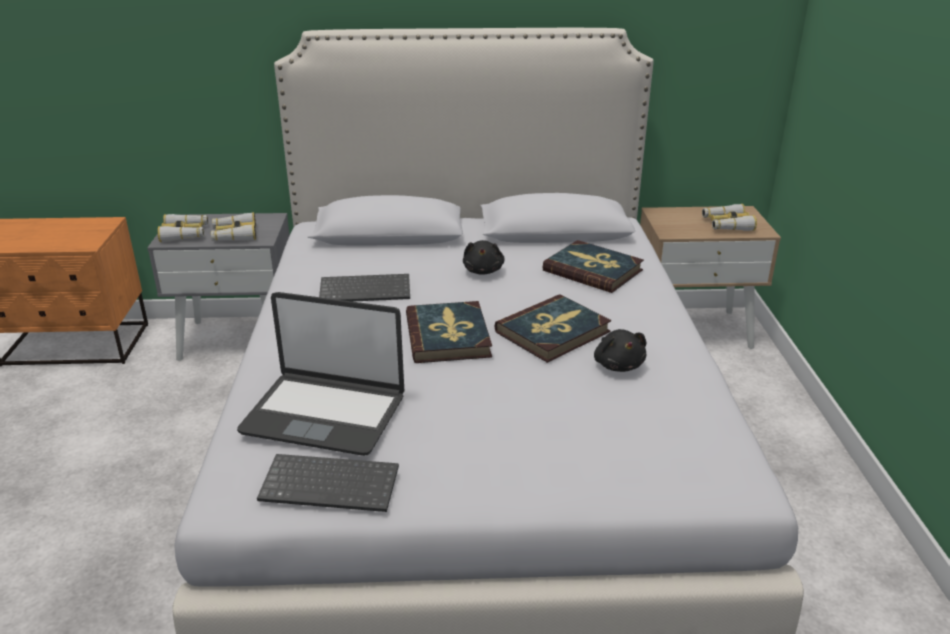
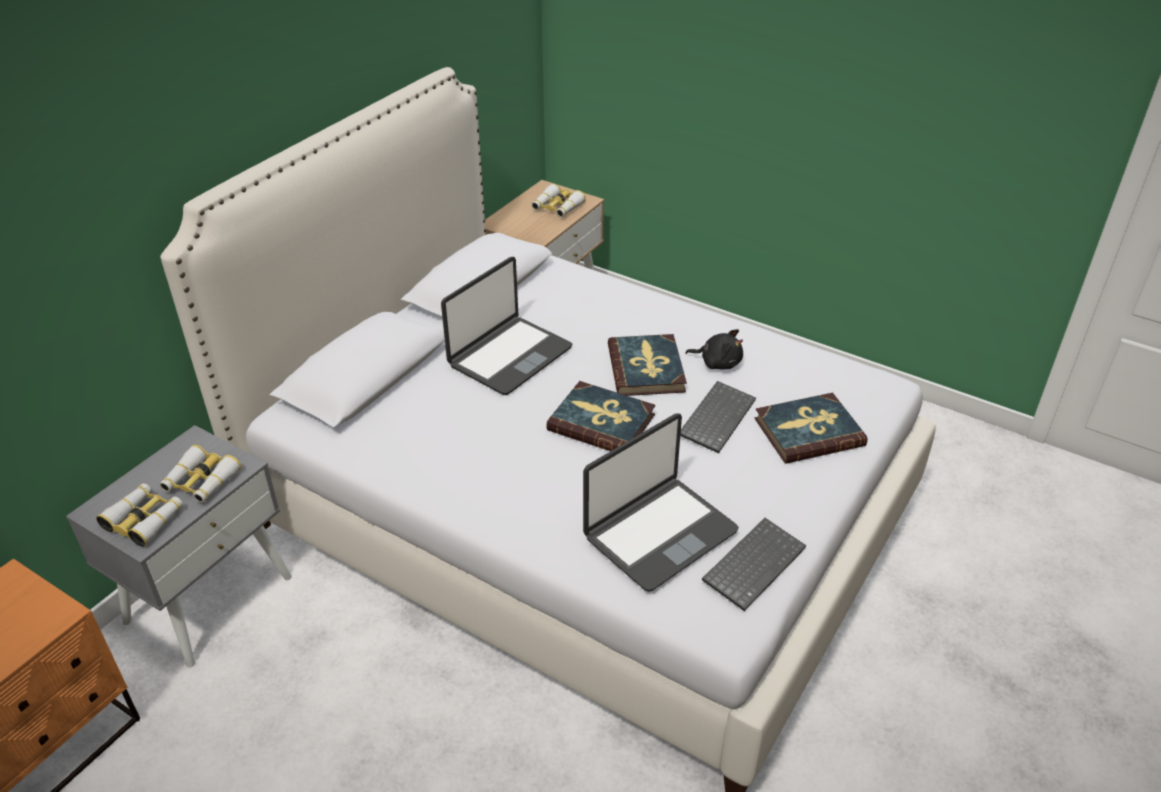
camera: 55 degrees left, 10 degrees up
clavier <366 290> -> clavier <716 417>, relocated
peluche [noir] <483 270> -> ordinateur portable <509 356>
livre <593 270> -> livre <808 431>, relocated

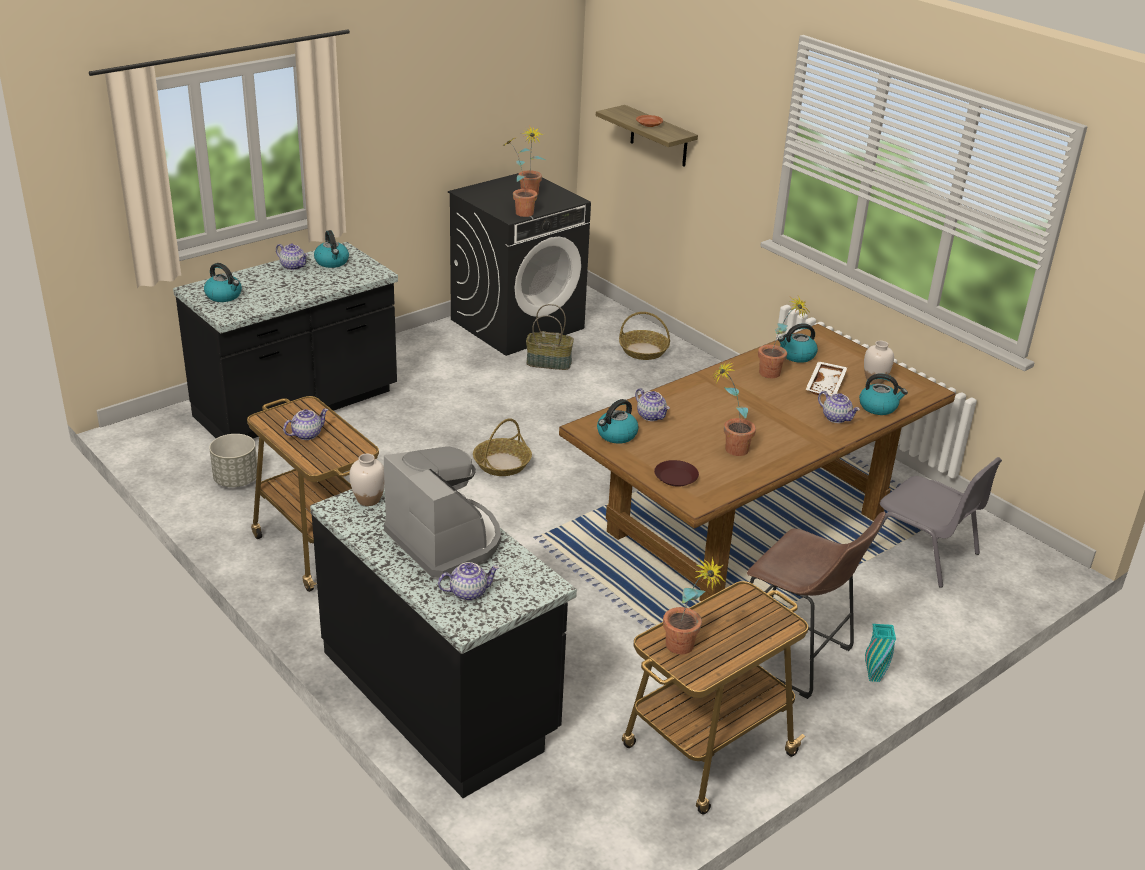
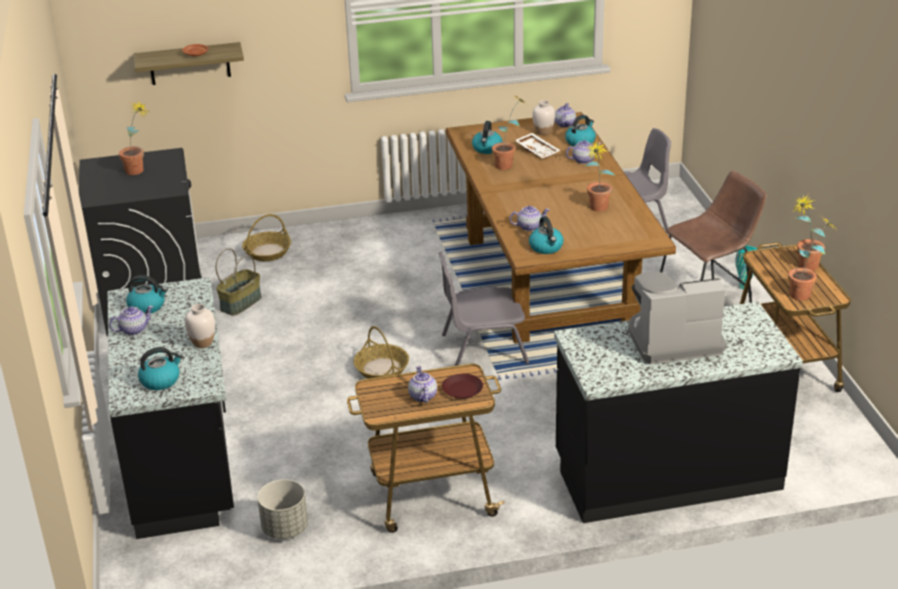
camera: 60 degrees left, 0 degrees up
vase [blanc] <368 500> -> vase [blanc] <202 343>, relocated
théière <468 592> -> théière <564 124>, relocated
plante en pot <519 212> -> plante en pot <803 267>, relocated
assiette [marron] <676 477> -> assiette [marron] <462 389>, relocated
none -> chaise [gris] <482 348>

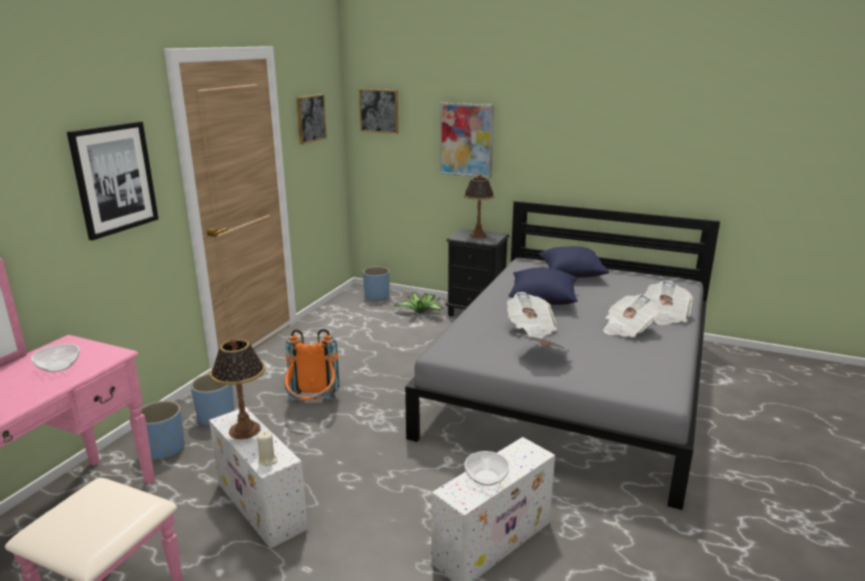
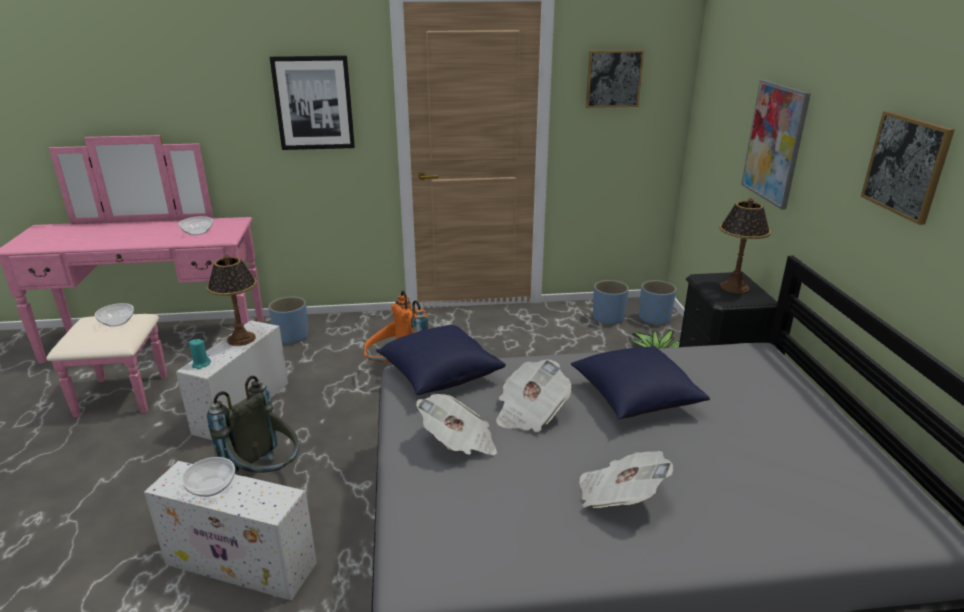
camera: 60 degrees right, 5 degrees up
cache-pot [bleu] <216 417> -> cache-pot [bleu] <608 318>, relocated
bougie [beige] <267 460> -> bougie [turquoise] <201 364>
tableau <379 111> -> tableau <906 166>, relocated
coussin [bleu] <571 274> -> coussin [bleu] <439 375>, relocated
journal <665 315> -> none
none -> bol <116 322>
none -> sac à dos [gris] <266 477>

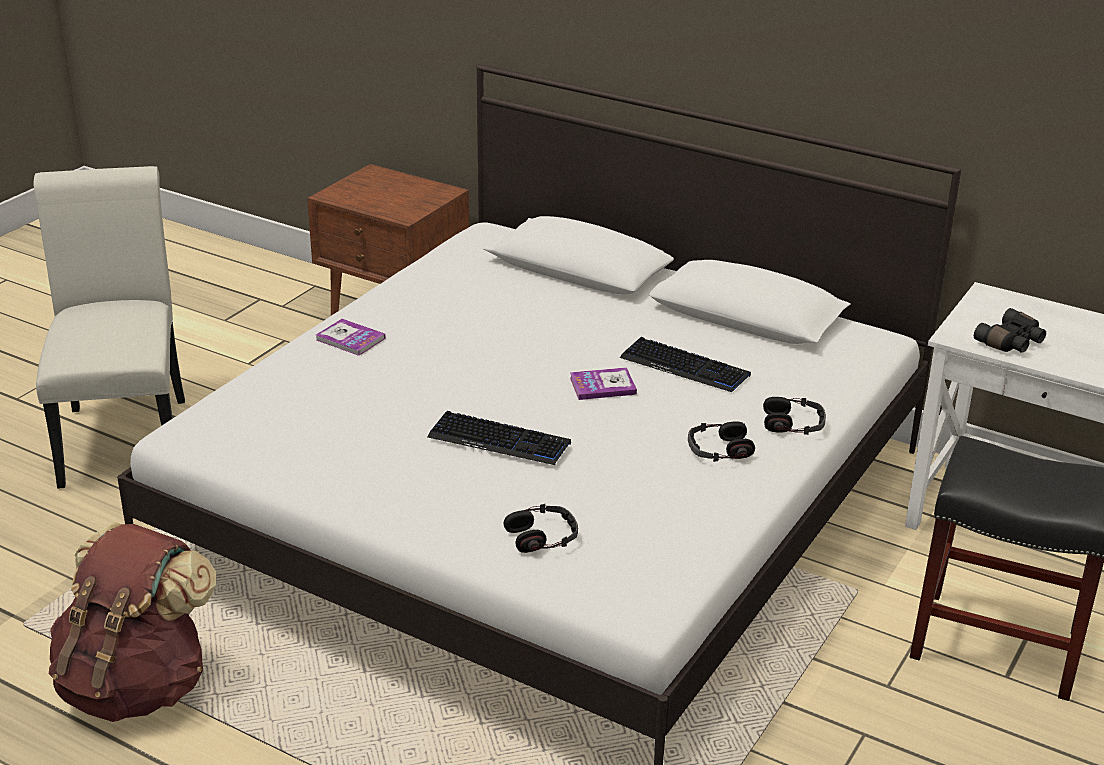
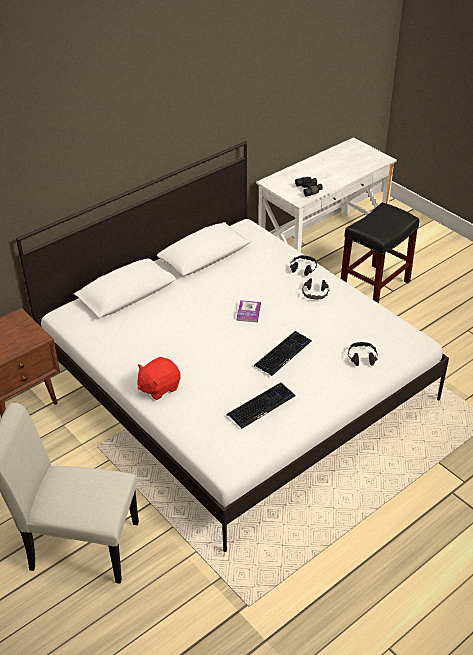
camera: 70 degrees left, 10 degrees up
sac à dos [marron] <137 685> -> none
livre <350 339> -> peluche [rouge] <159 387>
clavier <685 367> -> clavier <261 406>, relocated

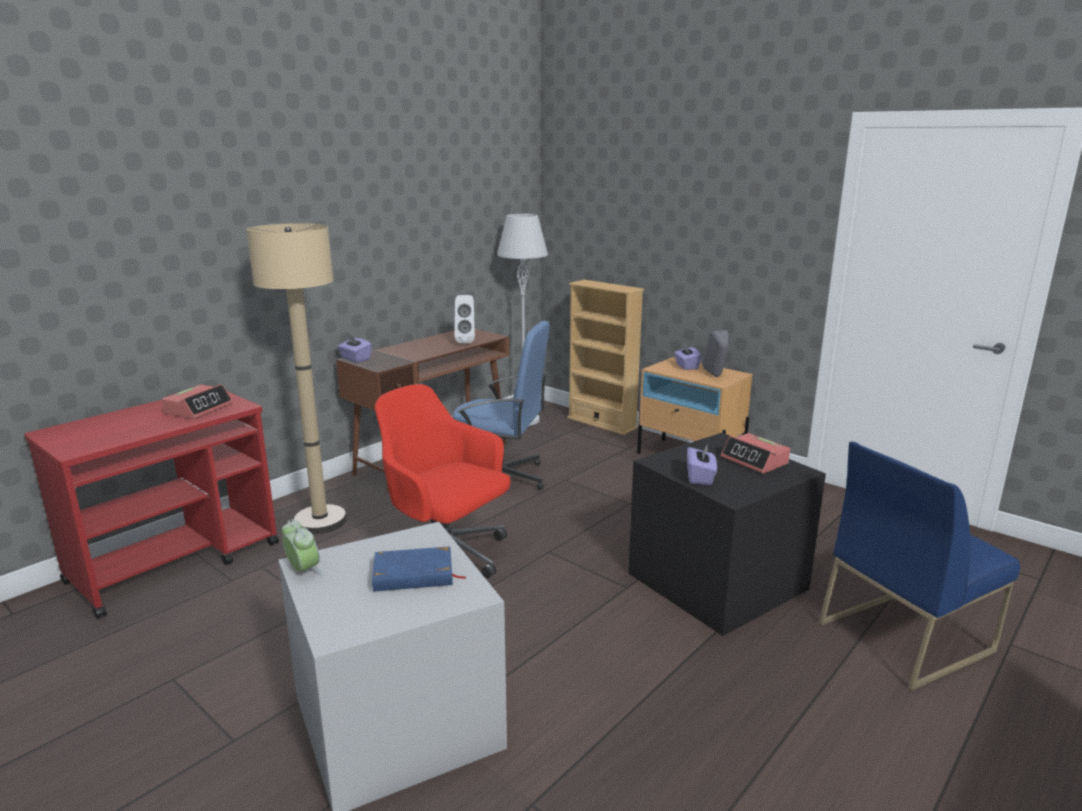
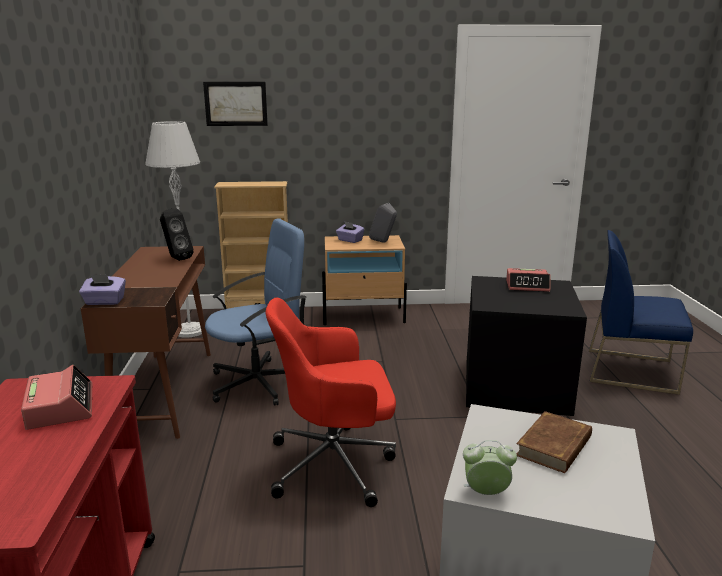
camera: 45 degrees left, 0 degrees up
lampadaire [beige] <320 521> -> none
livre [bleu] <414 575> -> livre [marron] <554 446>
enceinte [blanc] <466 341> -> enceinte [noir] <176 258>
boîte à mouchoirs [violet] <700 477> -> none
chaise [bleu] <904 636> -> chaise [bleu] <631 371>, 90 degrees clockwise
none -> tableau <236 103>

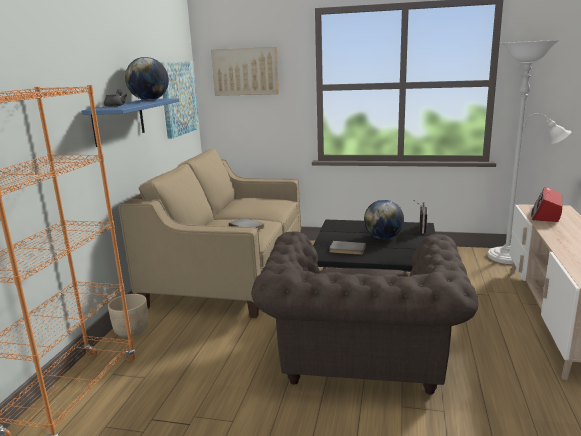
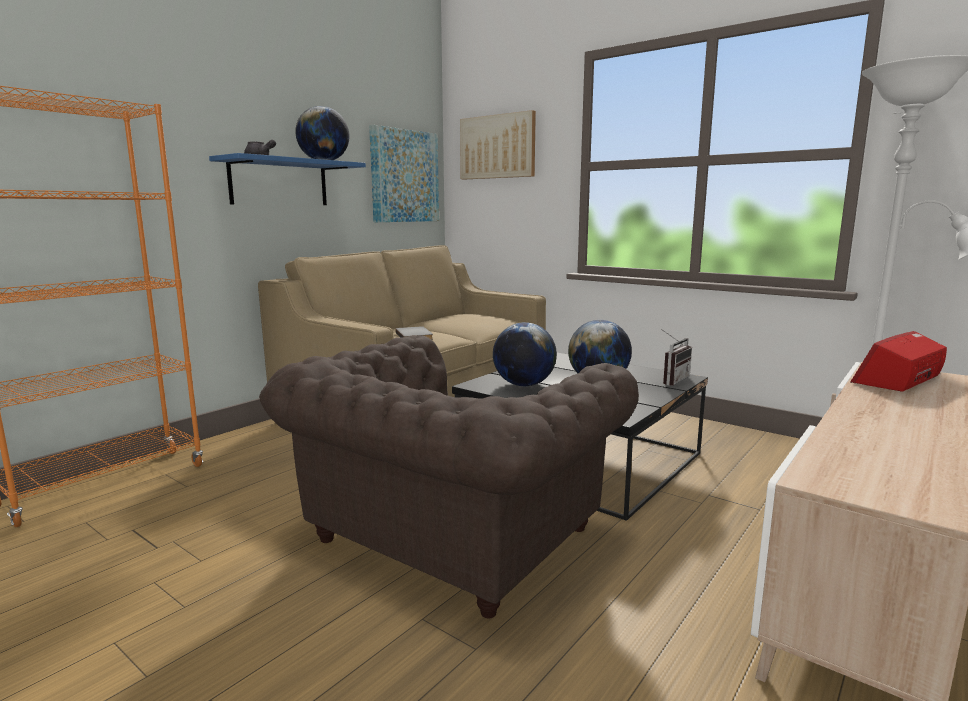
camera: 25 degrees right, 5 degrees down
cache-pot [beige] <131 330> -> none
livre [gris] <347 249> -> globe <524 385>

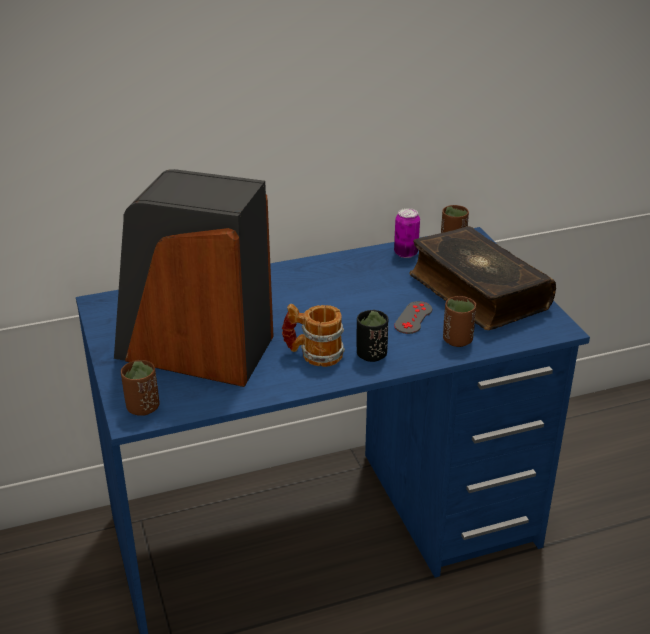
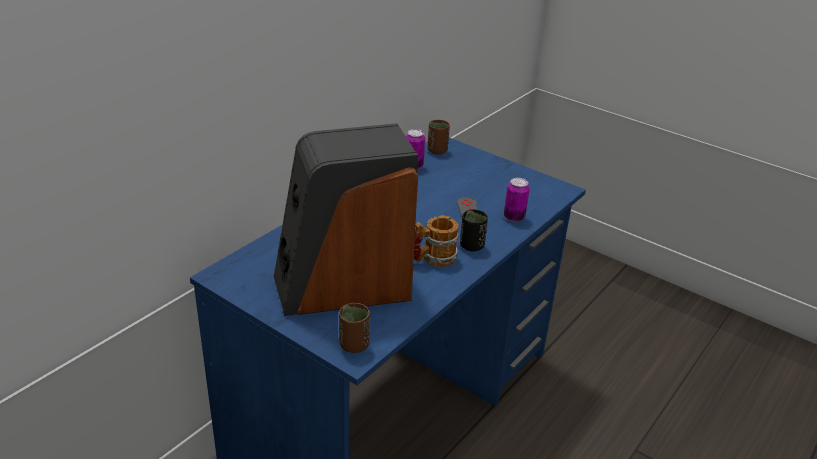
camera: 35 degrees left, 0 degrees up
livre <476 292> -> none
tasse [marron] <457 340> -> boîte métallique <514 217>

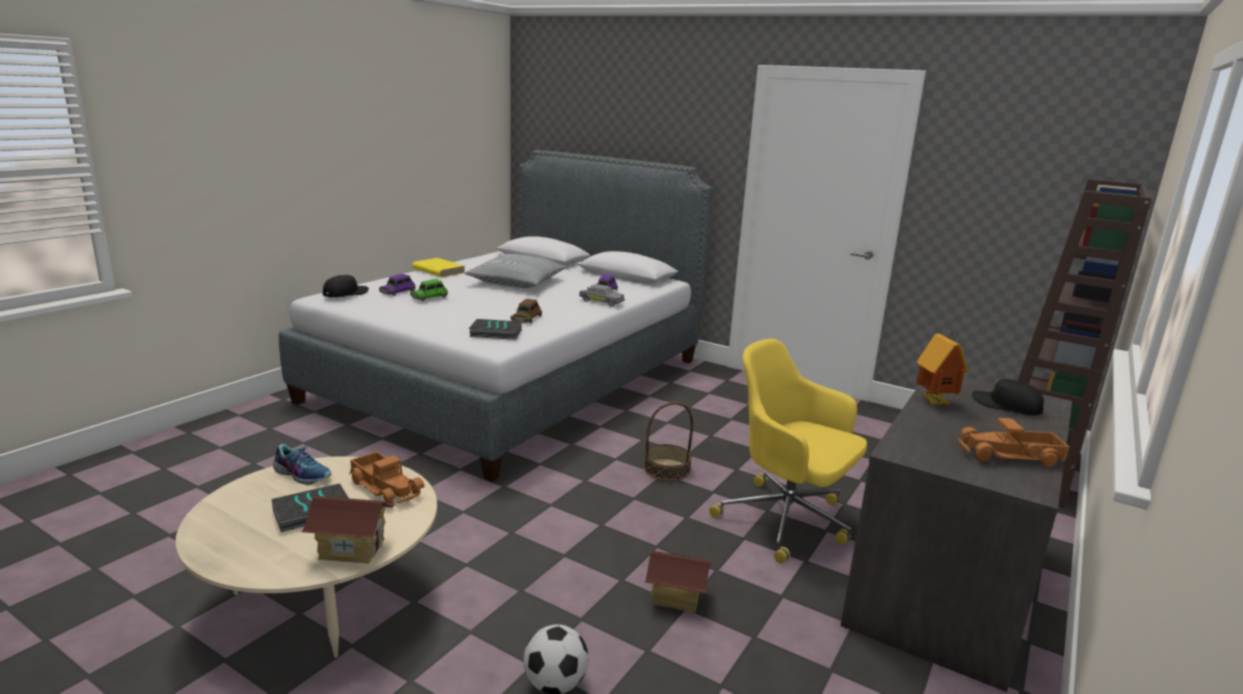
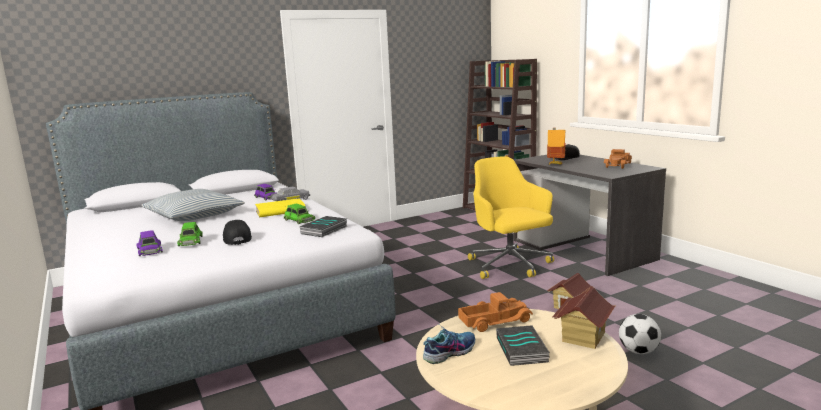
camera: 60 degrees left, 5 degrees down
casquette [noir] <346 293> -> casquette [noir] <237 239>, relocated
livre [jaune] <438 270> -> livre [jaune] <280 211>, relocated
petite voiture [marron] <526 318> -> petite voiture [vert] <299 220>
panier <667 469> -> none
chaise de bureau [jaune] <787 521> -> chaise de bureau [jaune] <510 265>, 90 degrees clockwise

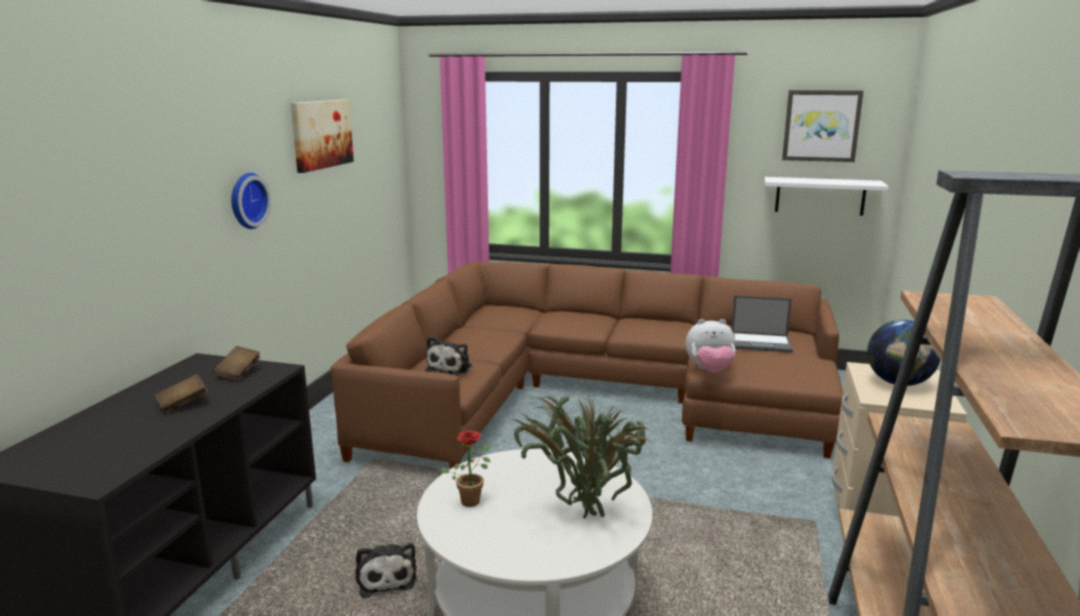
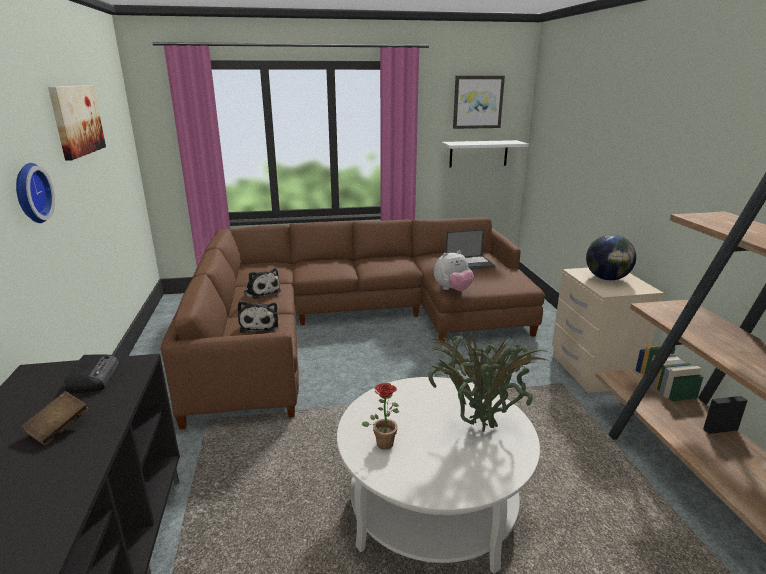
camera: 25 degrees left, 5 degrees up
livre [marron] <238 373> -> radio <94 377>
peluche <386 577> -> peluche <261 292>, relocated

